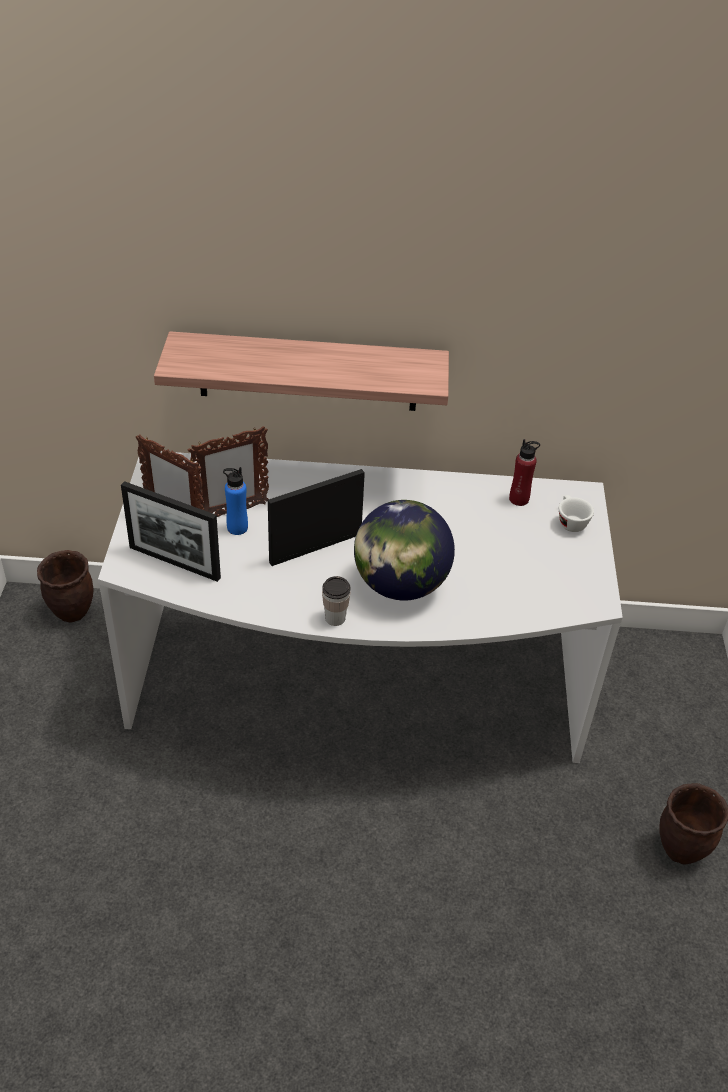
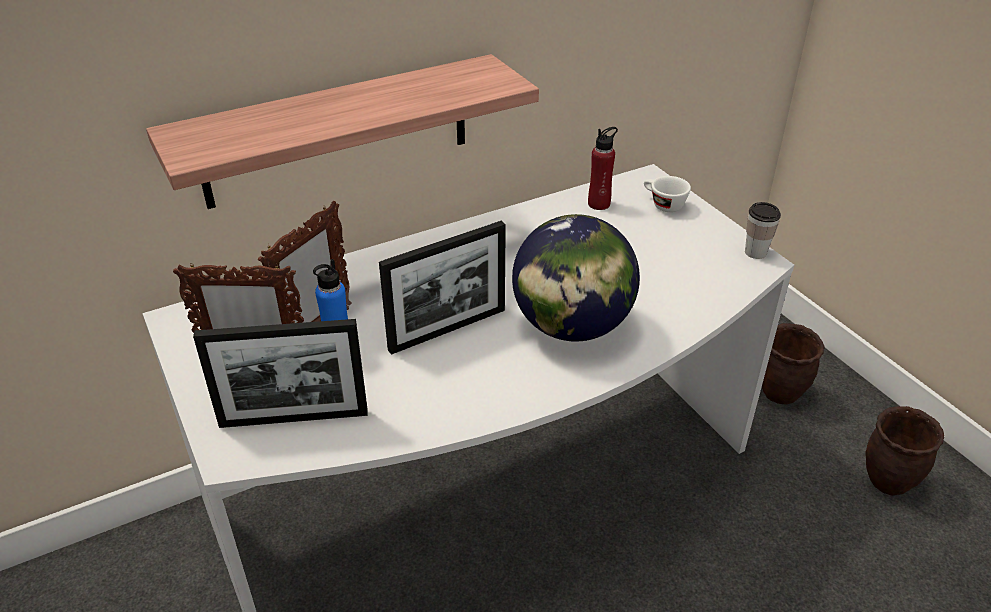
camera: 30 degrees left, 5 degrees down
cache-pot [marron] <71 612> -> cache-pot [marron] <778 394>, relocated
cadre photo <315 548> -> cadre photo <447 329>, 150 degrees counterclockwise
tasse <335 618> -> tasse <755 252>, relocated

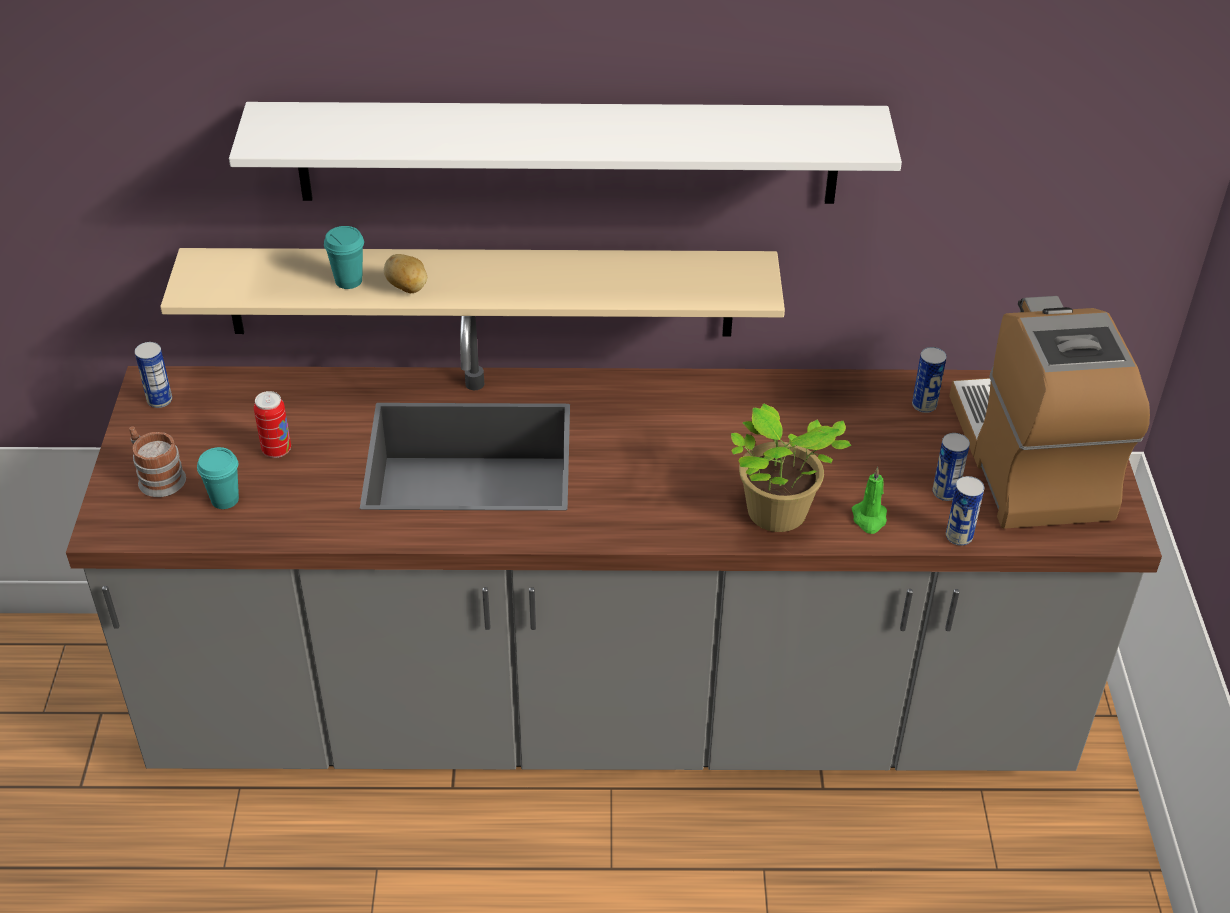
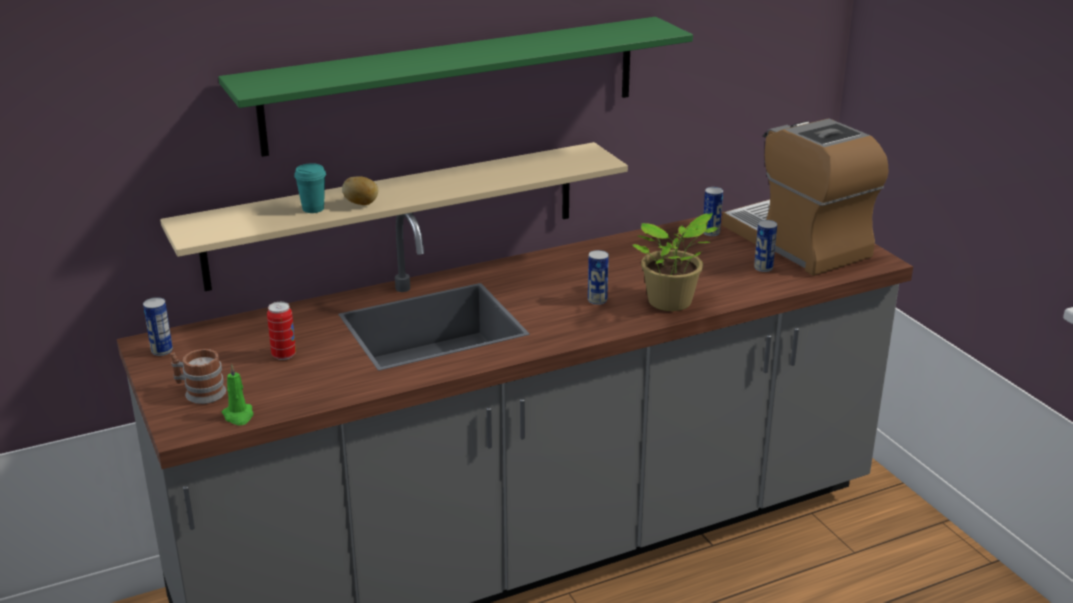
camera: 25 degrees left, 15 degrees down
tasse [turquoise] <225 499> -> none
étagère [blanc] <568 152> -> étagère [vert] <454 84>
bougie [vert] <869 518> -> bougie [vert] <238 416>, relocated
boîte métallique <959 536> -> boîte métallique <597 300>, relocated

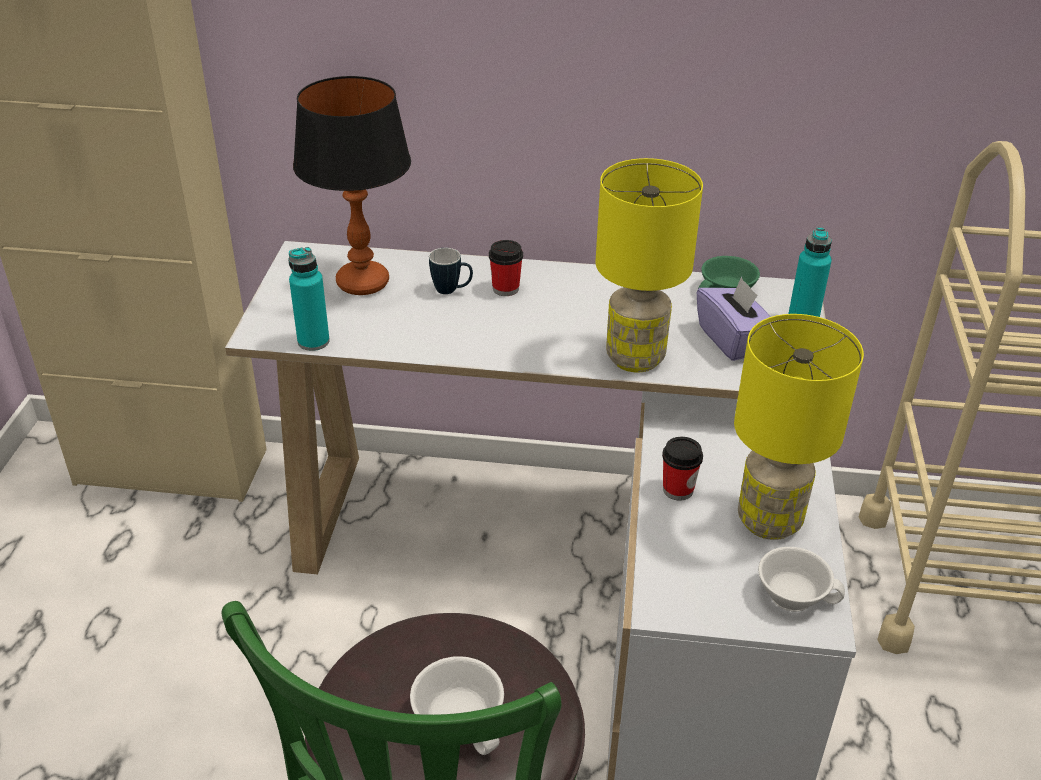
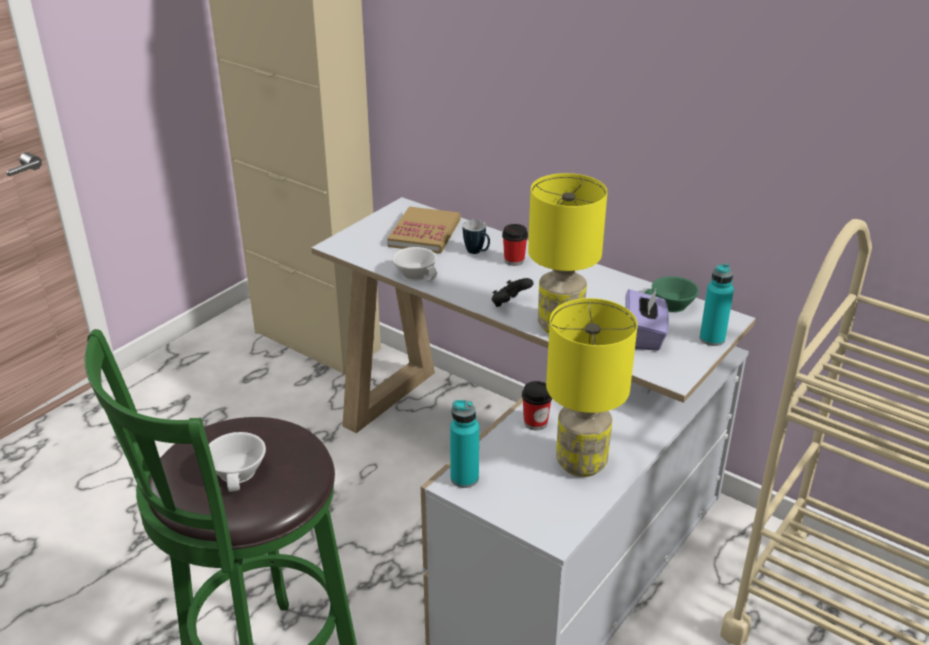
camera: 30 degrees right, 5 degrees down
bouteille [turquoise] <313 341> -> bouteille [turquoise] <464 478>, relocated
lampe de table <362 283> -> livre <424 233>
tasse [blanc] <794 593> -> tasse [blanc] <417 274>, relocated
none -> manette [noir] <509 304>

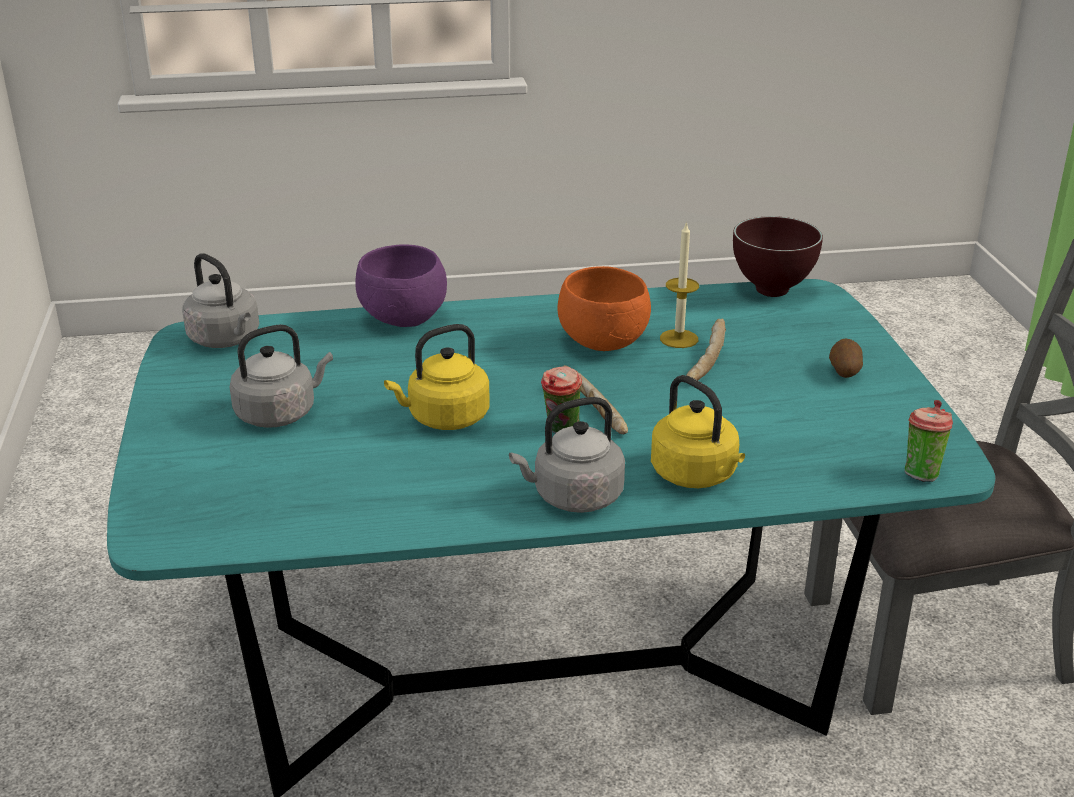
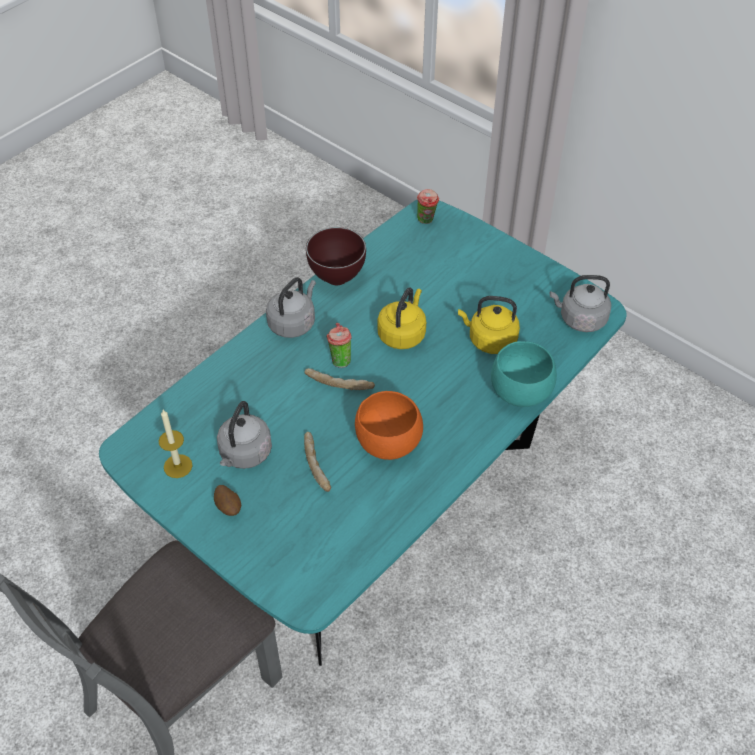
camera: 140 degrees right, 20 degrees up
bouilloire [gris] <280 413> -> bouilloire [gris] <244 454>, relocated
bol [violet] <405 320> -> bol [turquoise] <518 393>
bouilloire [jaune] <696 476> -> bouilloire [jaune] <489 340>, relocated
bougie <679 339> -> bougie <178 466>, relocated
bol [marron] <774 291> -> bol [marron] <336 279>, relocated
tasse <921 473> -> tasse <426 221>, relocated

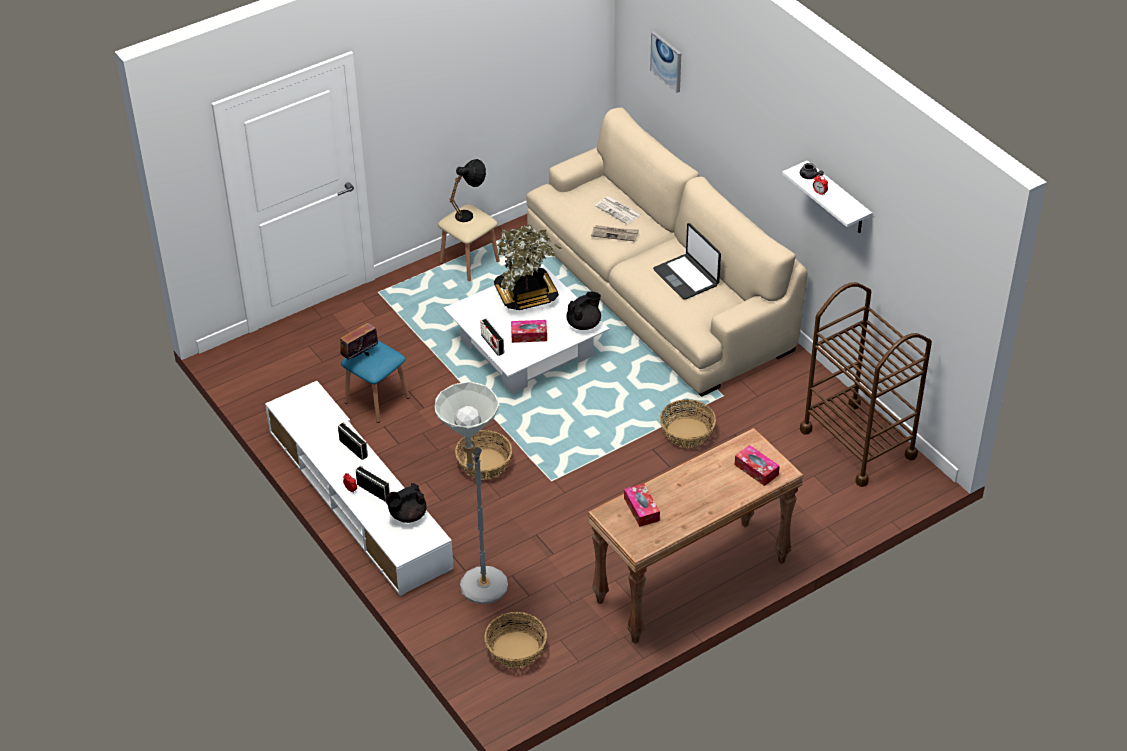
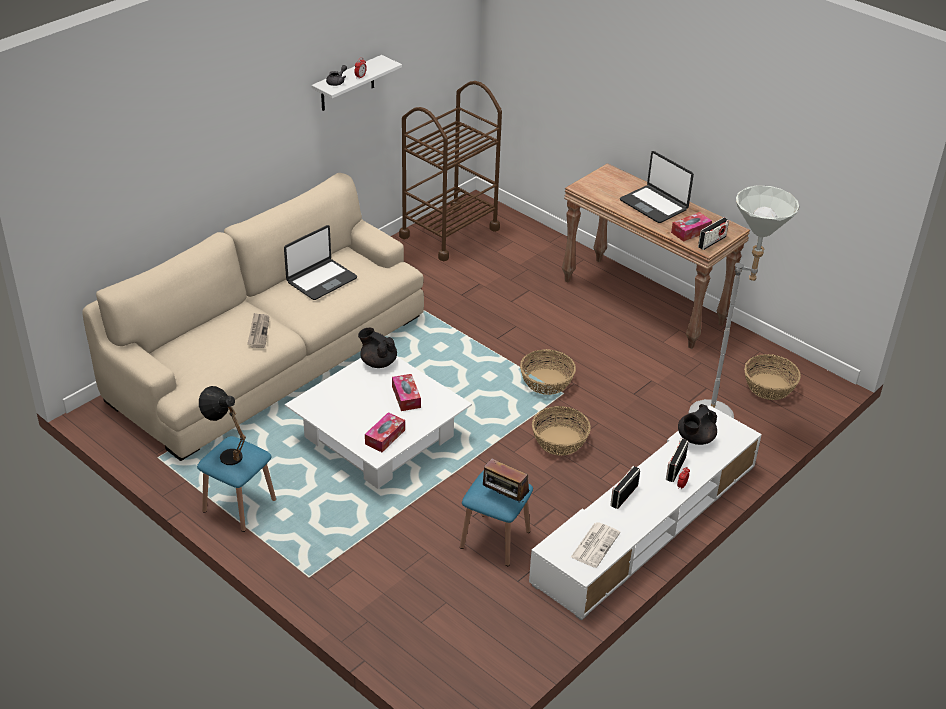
camera: 105 degrees left, 5 degrees down
théière [noir] <407 515> -> théière [noir] <695 439>, 90 degrees clockwise
tabouret [beige] <469 262> -> tabouret [bleu] <239 505>
radio <492 344> -> radio <712 242>, relocated
plante en pot <526 295> -> none
journal <619 211> -> journal <595 544>, relocated
tableau <666 61> -> none
panier <687 433> -> panier <547 382>, relocated
boîte à mouchoirs <756 470> -> boîte à mouchoirs <385 437>, relocated
none -> ordinateur portable <654 205>

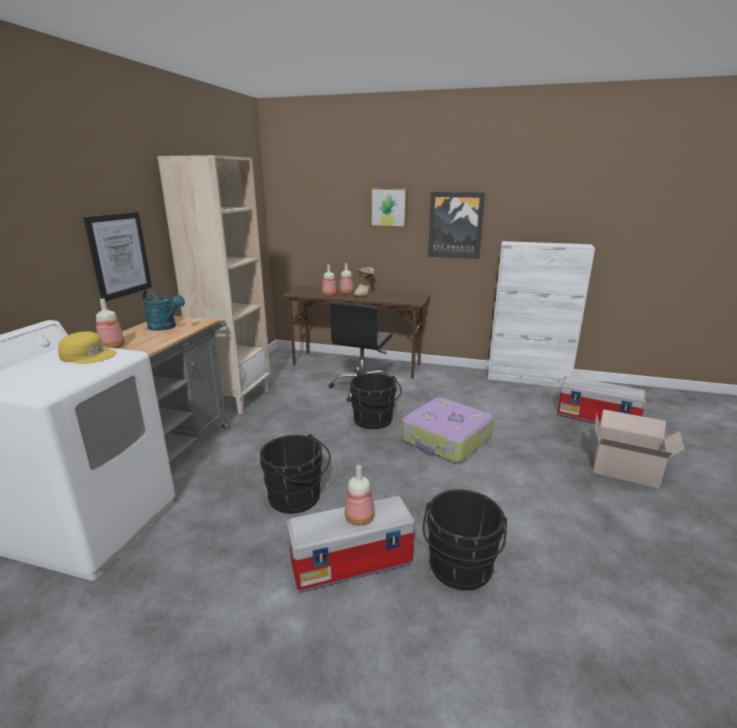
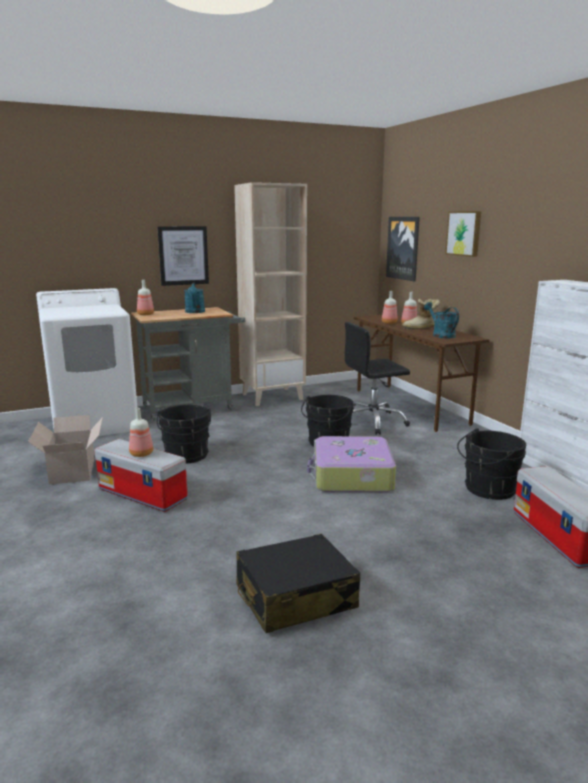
camera: 50 degrees right, 5 degrees down
casquette [jaune] <89 355> -> none
seau [noir] <460 569> -> seau [noir] <487 489>, relocated
tableau <455 225> -> tableau <403 248>, relocated
carton <627 470> -> carton <72 471>, relocated
none -> valise [noir] <295 597>
none -> arrosoir [turquoise] <441 335>

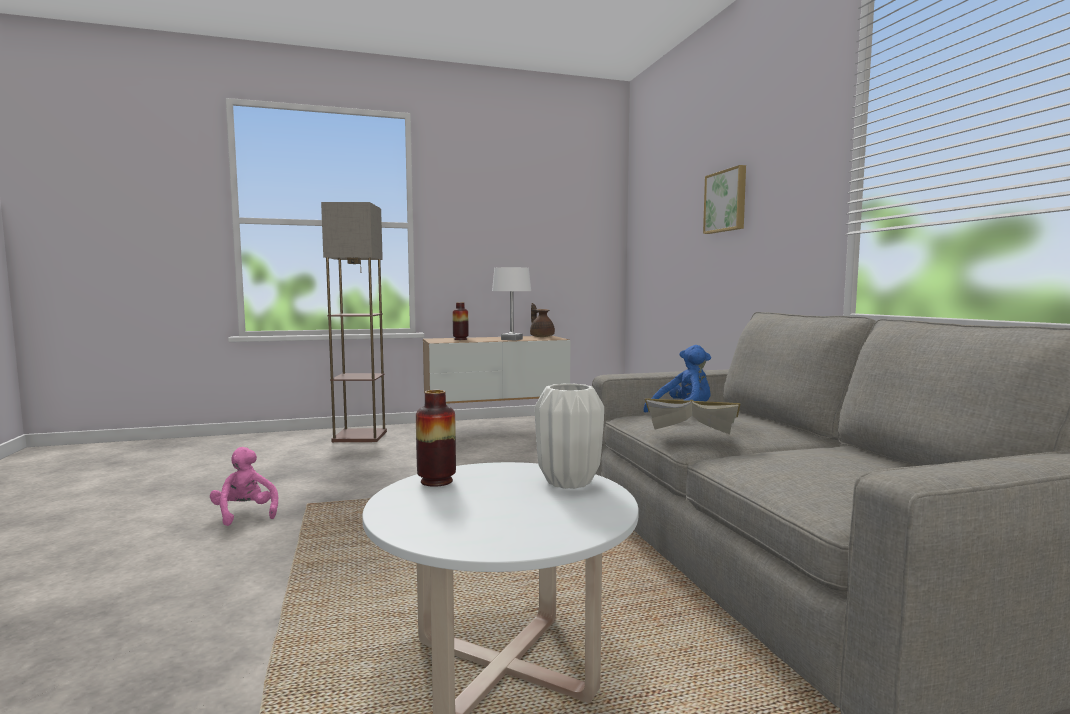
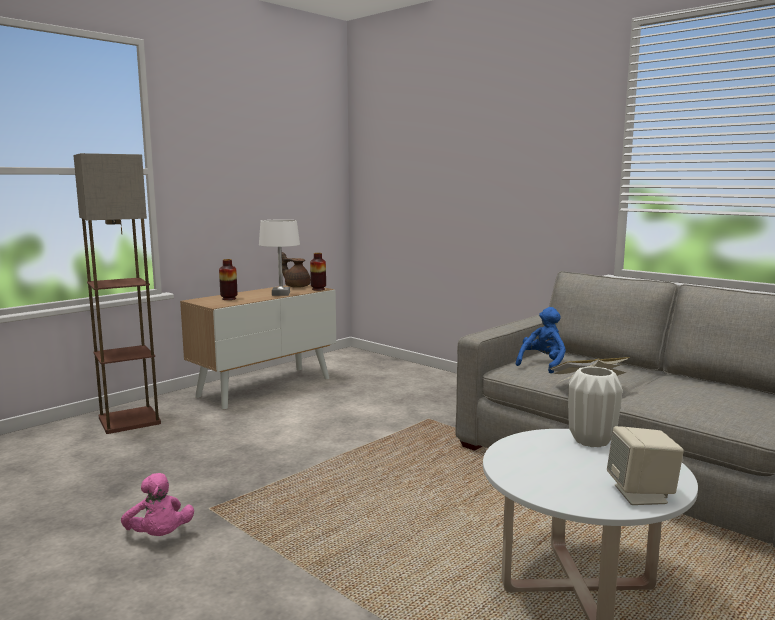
camera: 30 degrees left, 5 degrees up
peluche [rose] <245 514> -> peluche [rose] <159 536>, 150 degrees counterclockwise
vase <436 481> -> vase <318 289>, relocated
tableau <726 201> -> none
none -> enceinte [beige] <641 494>

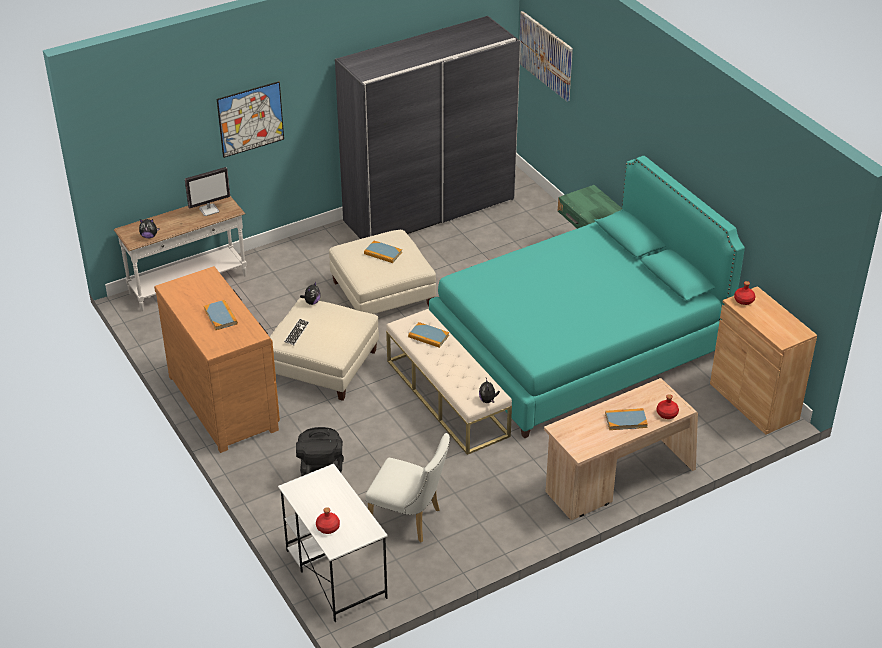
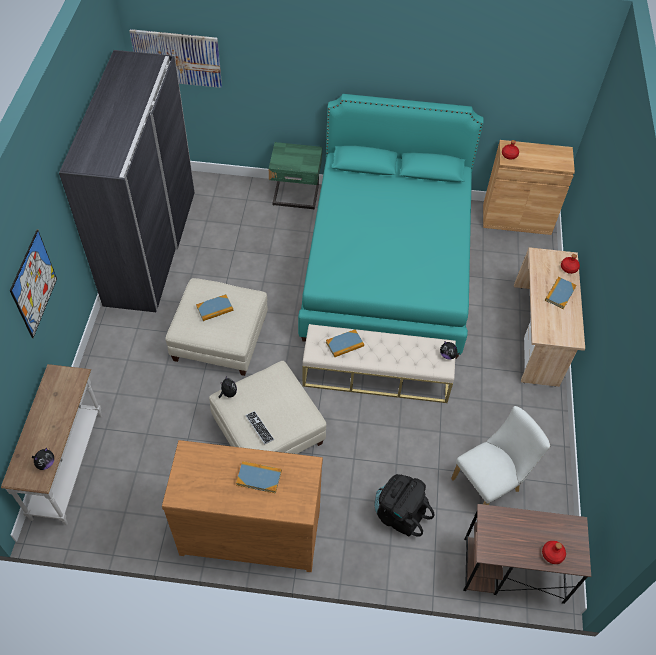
camera: 55 degrees left, 15 degrees up
écran d'ordinateur <209 210> -> none
bureau [blanc] <335 573> -> bureau [marron] <512 570>

